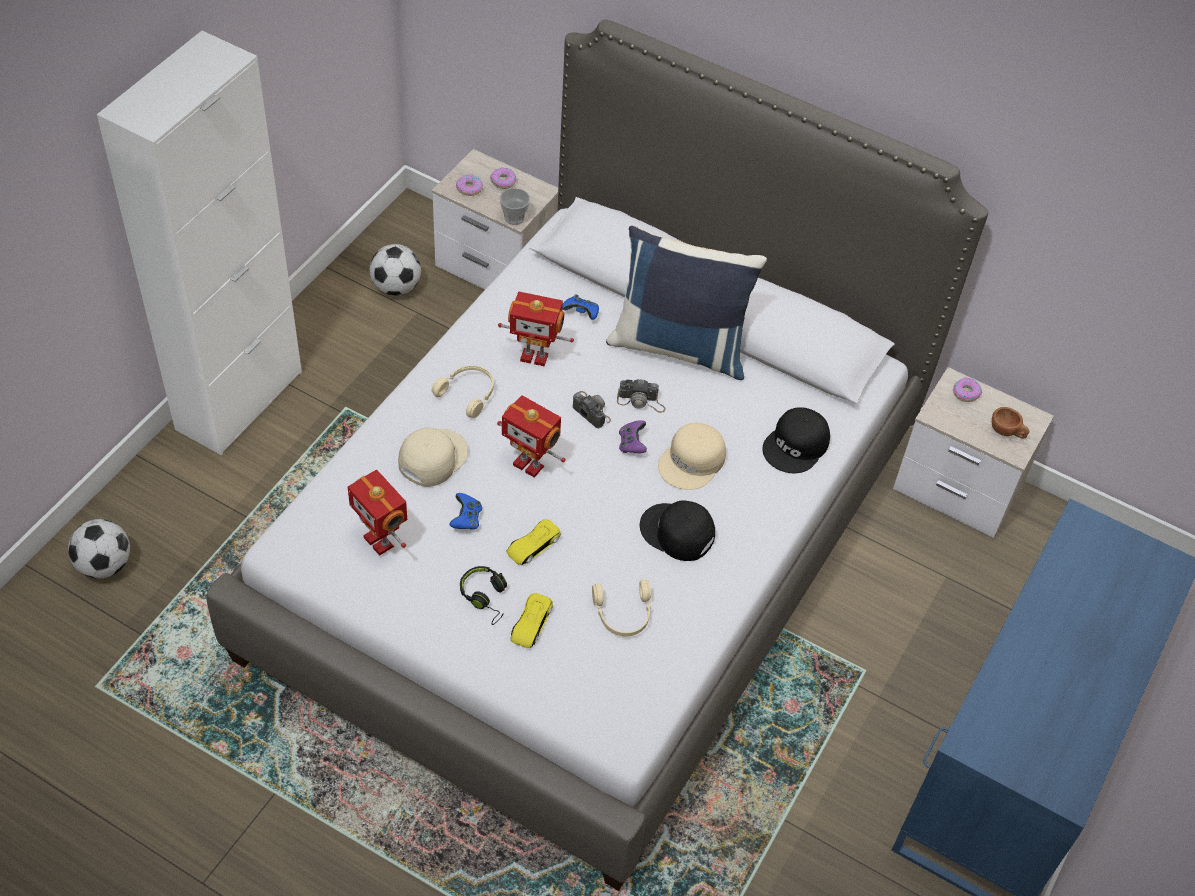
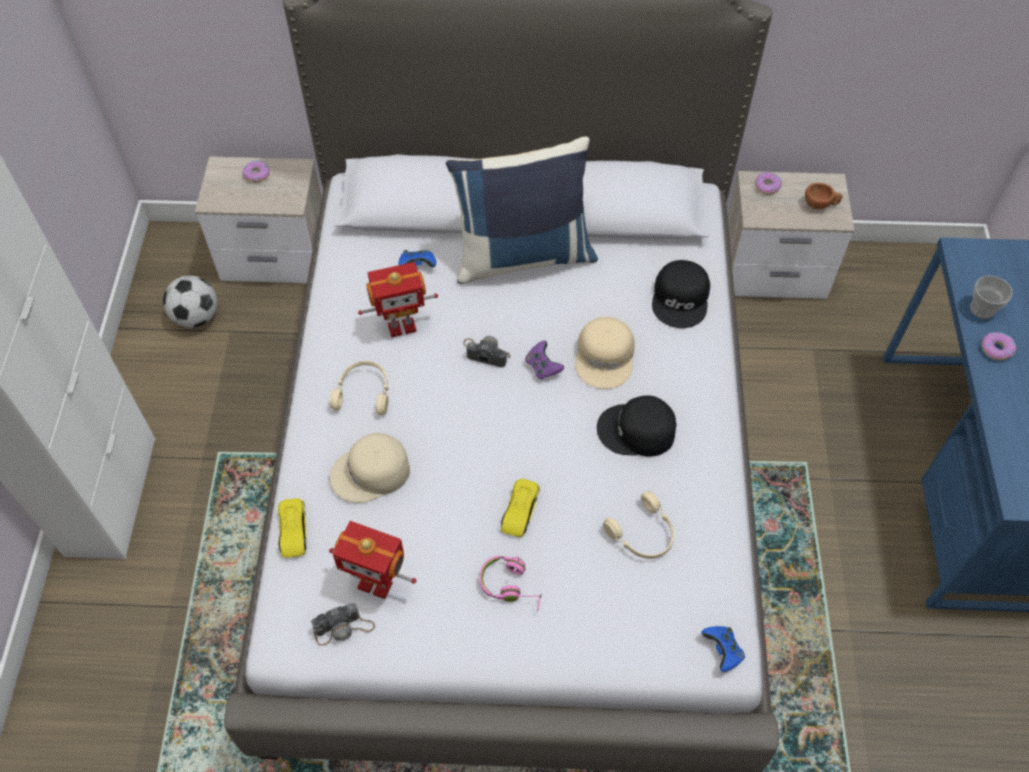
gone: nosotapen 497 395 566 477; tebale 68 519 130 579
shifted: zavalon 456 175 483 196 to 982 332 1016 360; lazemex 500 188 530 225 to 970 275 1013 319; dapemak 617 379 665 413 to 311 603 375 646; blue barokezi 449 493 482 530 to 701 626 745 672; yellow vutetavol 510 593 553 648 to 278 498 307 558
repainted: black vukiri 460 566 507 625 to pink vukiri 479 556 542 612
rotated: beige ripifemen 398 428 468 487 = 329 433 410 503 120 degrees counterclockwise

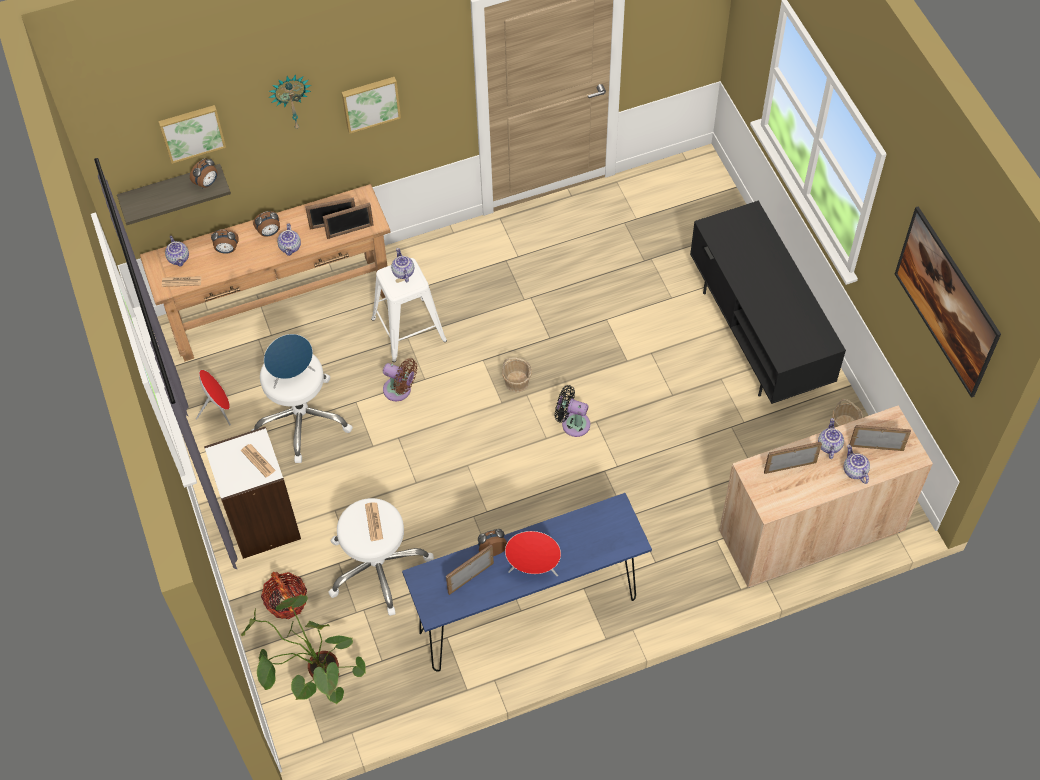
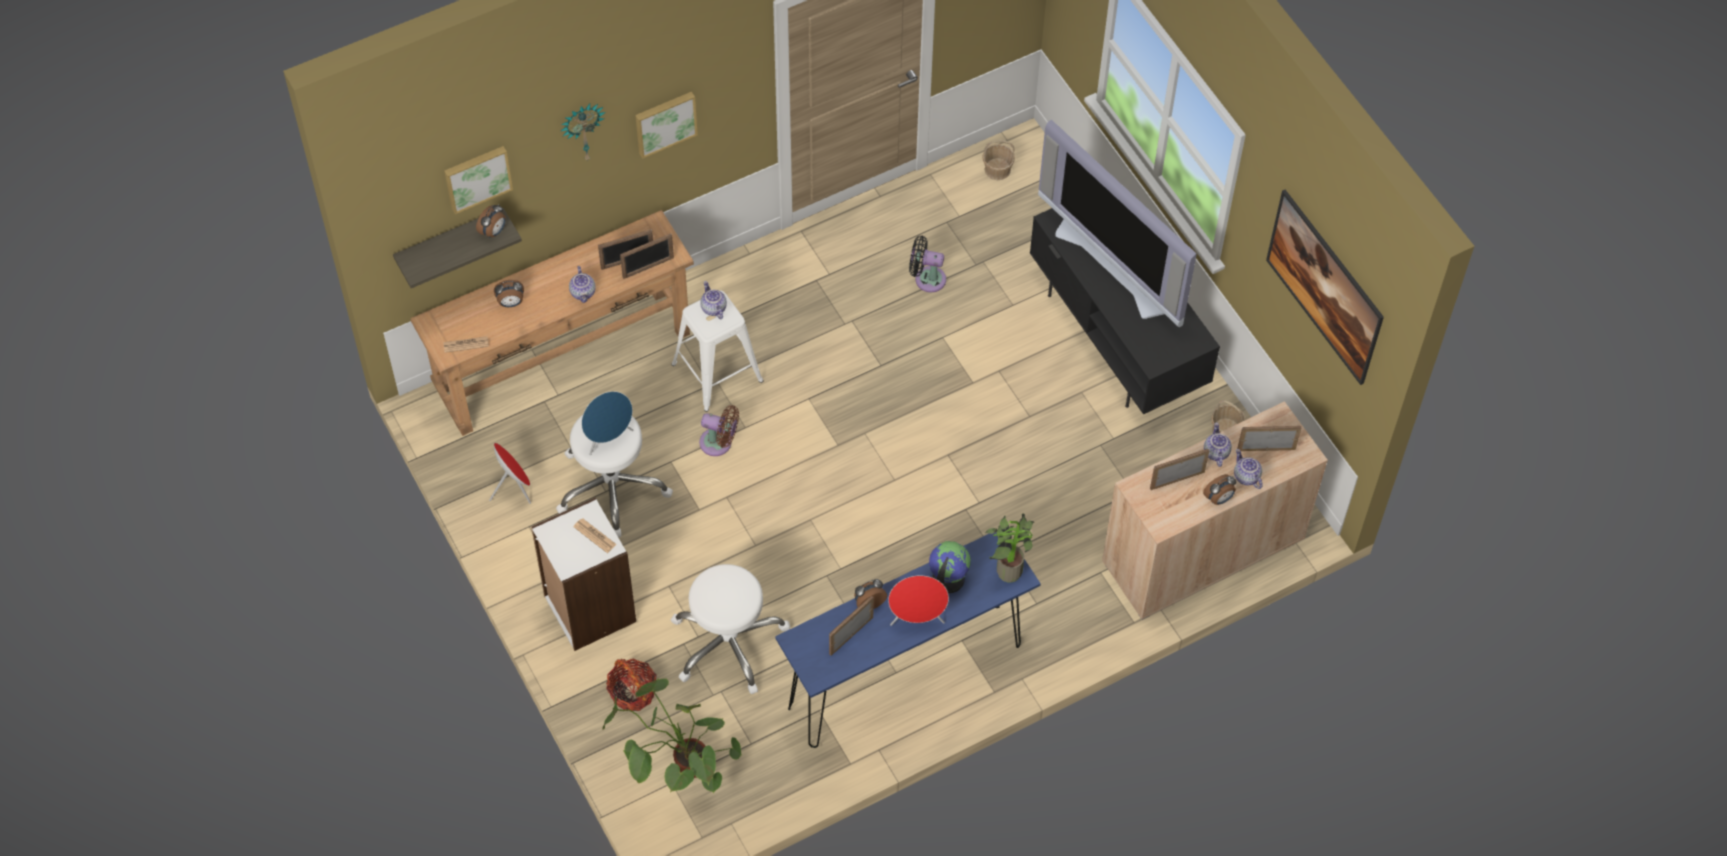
gone: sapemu 165 236 189 266; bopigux 365 502 383 541
new: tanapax 1038 120 1197 327; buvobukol 985 514 1034 582; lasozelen 929 541 971 593
shifted: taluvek 253 211 280 237 to 1203 474 1236 505; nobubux 502 358 532 392 to 982 140 1015 180; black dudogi 554 385 590 437 to 909 236 946 293

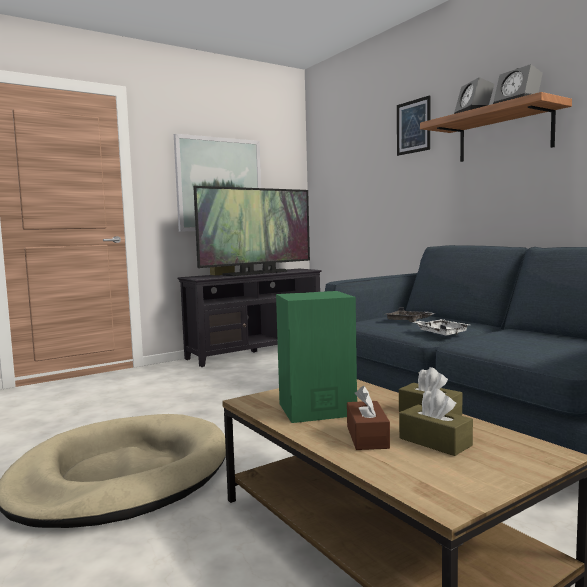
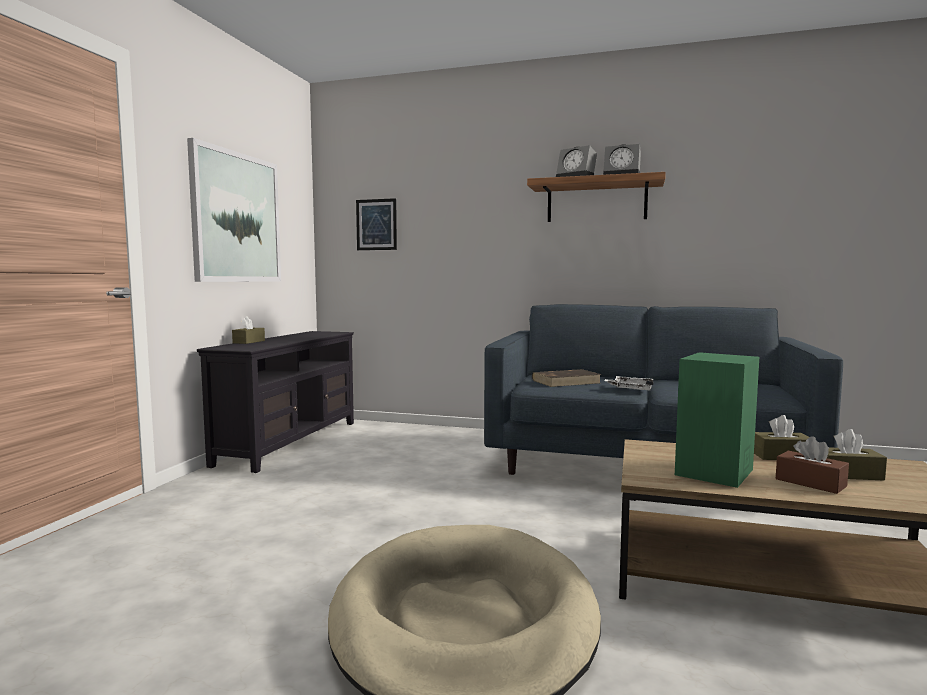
gone: tanapax 193 186 310 276
shifted: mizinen 397 95 430 156 to 356 198 397 250
swapped: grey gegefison 386 307 435 322 to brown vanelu 532 369 601 387

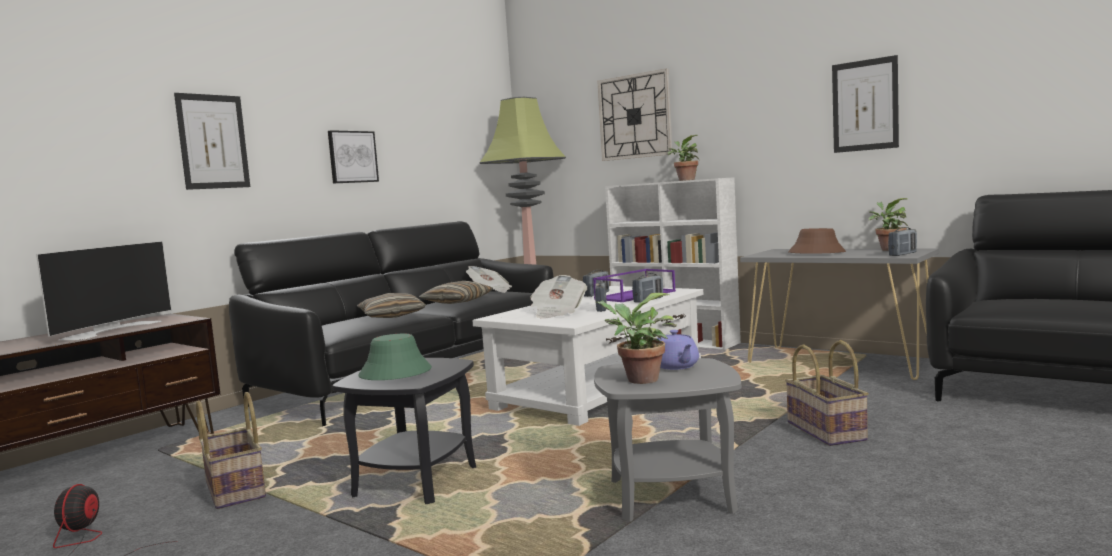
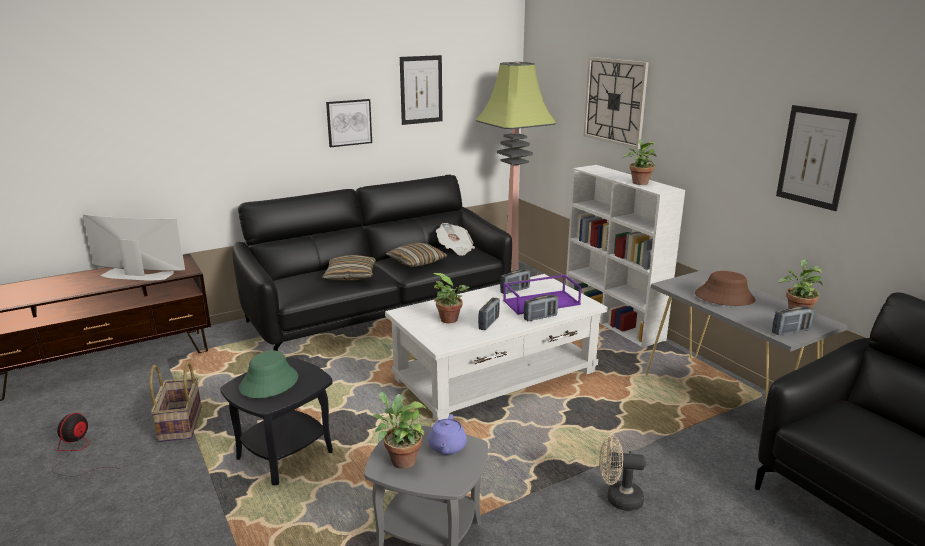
shifted: mizinen 174 93 250 190 to 400 55 442 125
swapped: bopigux 530 275 587 319 to buvobukol 433 273 470 323; nobubux 785 340 869 446 to beige dudogi 599 435 646 511
rotated: tanapax 36 241 171 340 = 82 214 185 281 120 degrees counterclockwise

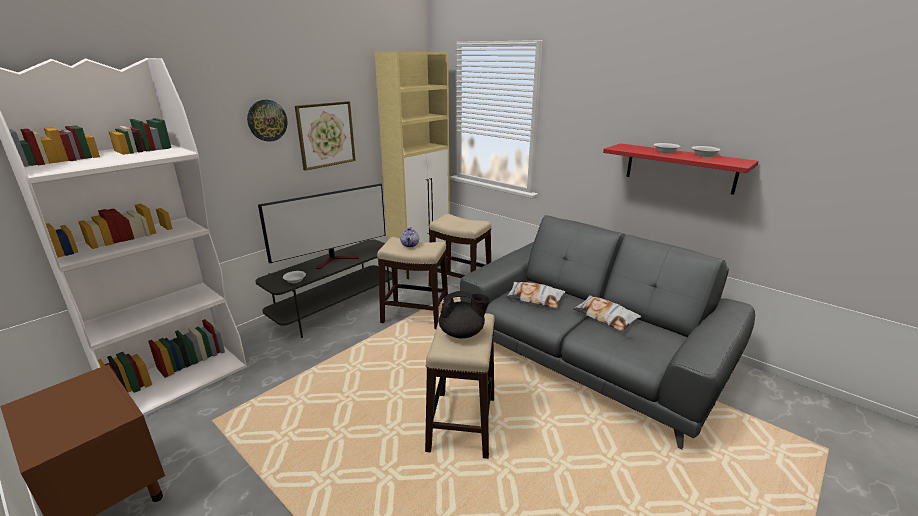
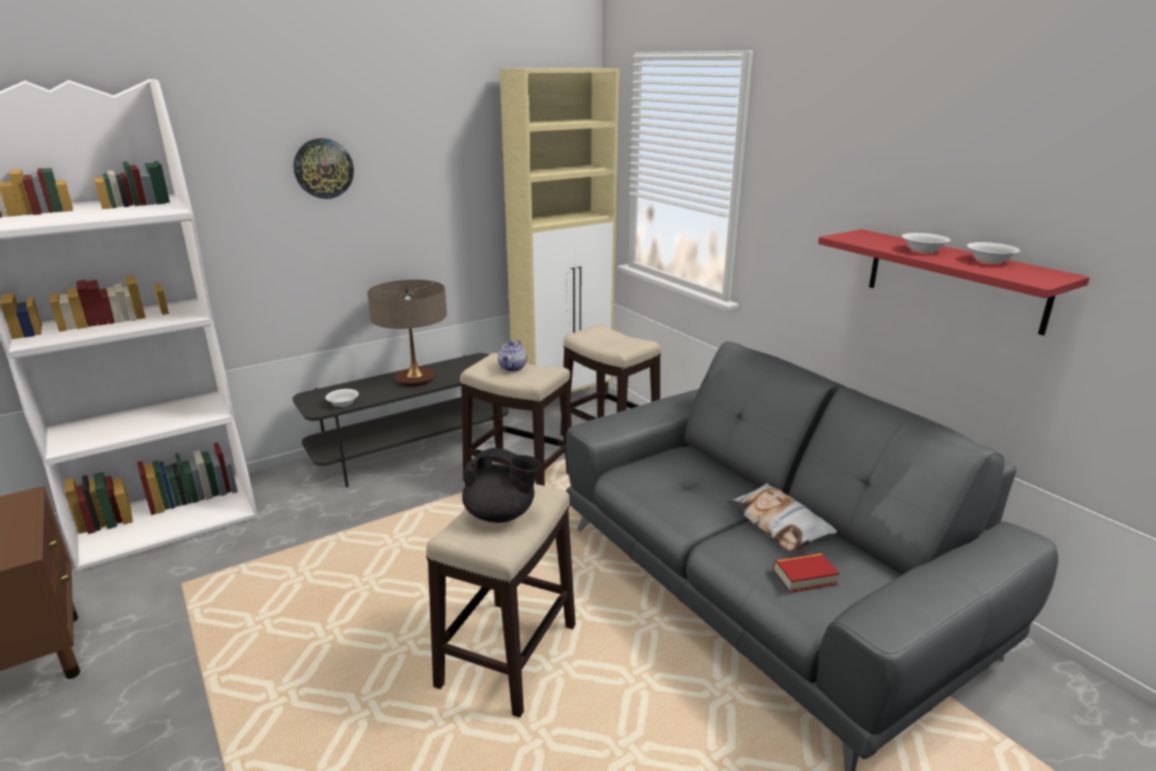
gone: mizinen 295 101 356 171; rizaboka 506 282 565 308
new: vanelu 773 553 839 593
swapped: tanapax 258 183 386 269 to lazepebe 367 280 447 386

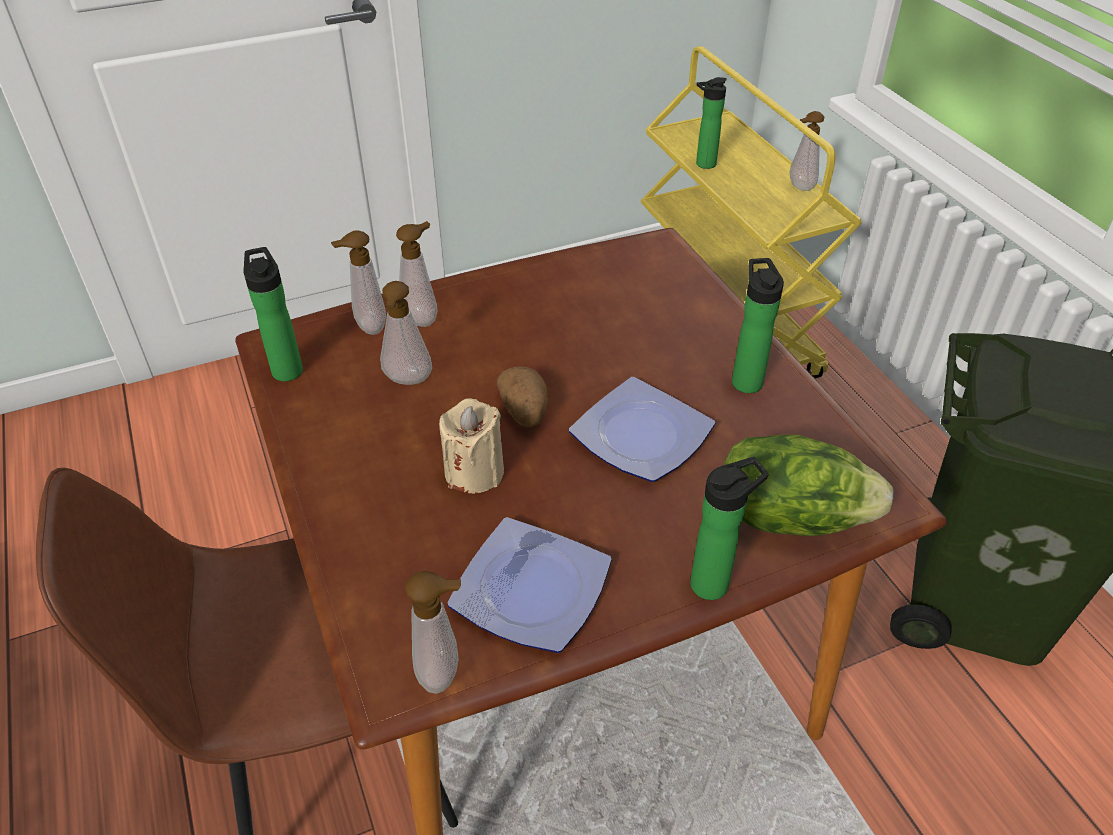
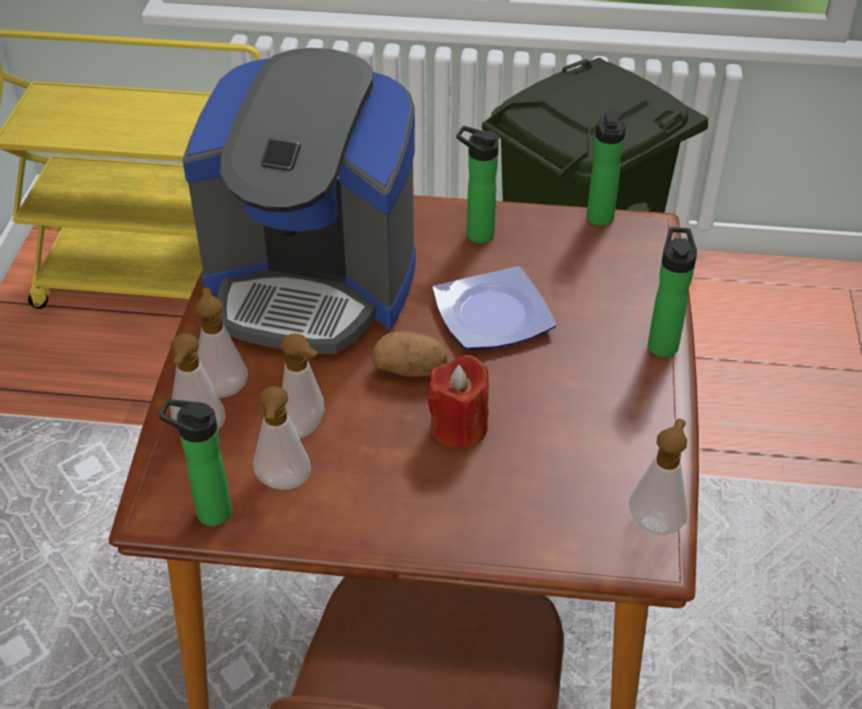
gone: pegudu 724 435 893 536; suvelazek 447 517 612 653
new: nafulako 182 48 416 354
shifted: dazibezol 696 77 727 169 to 587 109 626 226; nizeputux 789 111 824 191 to 253 386 311 490
repainted: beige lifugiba 439 398 504 493 to red lifugiba 427 355 489 449

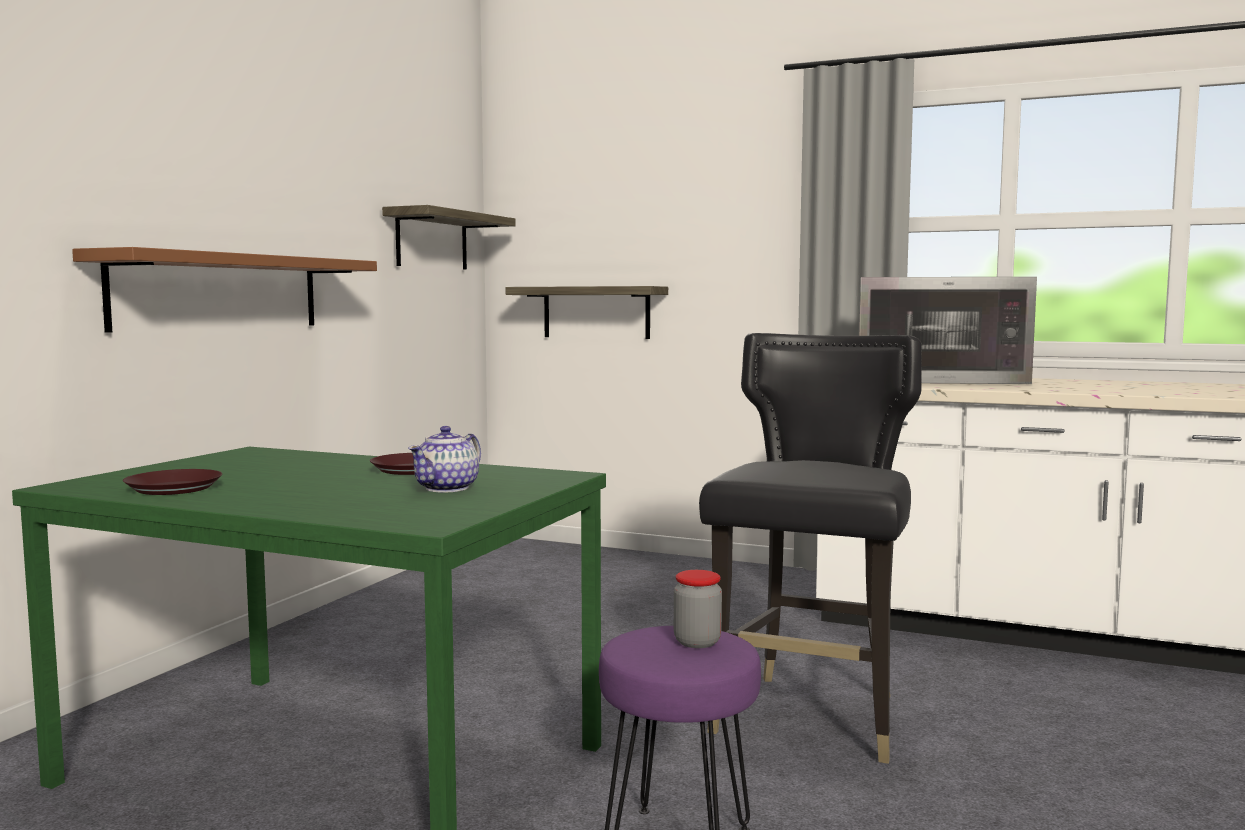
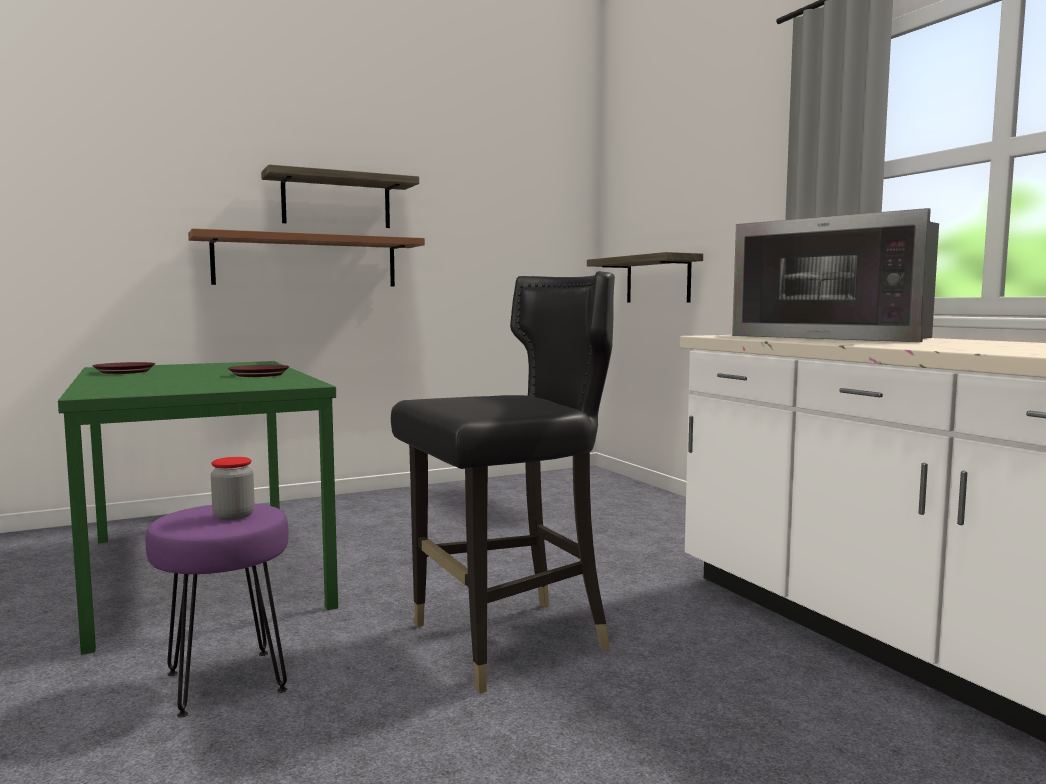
gone: sapemu 408 426 481 492
shifted: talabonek 382 205 516 270 to 261 164 419 228

